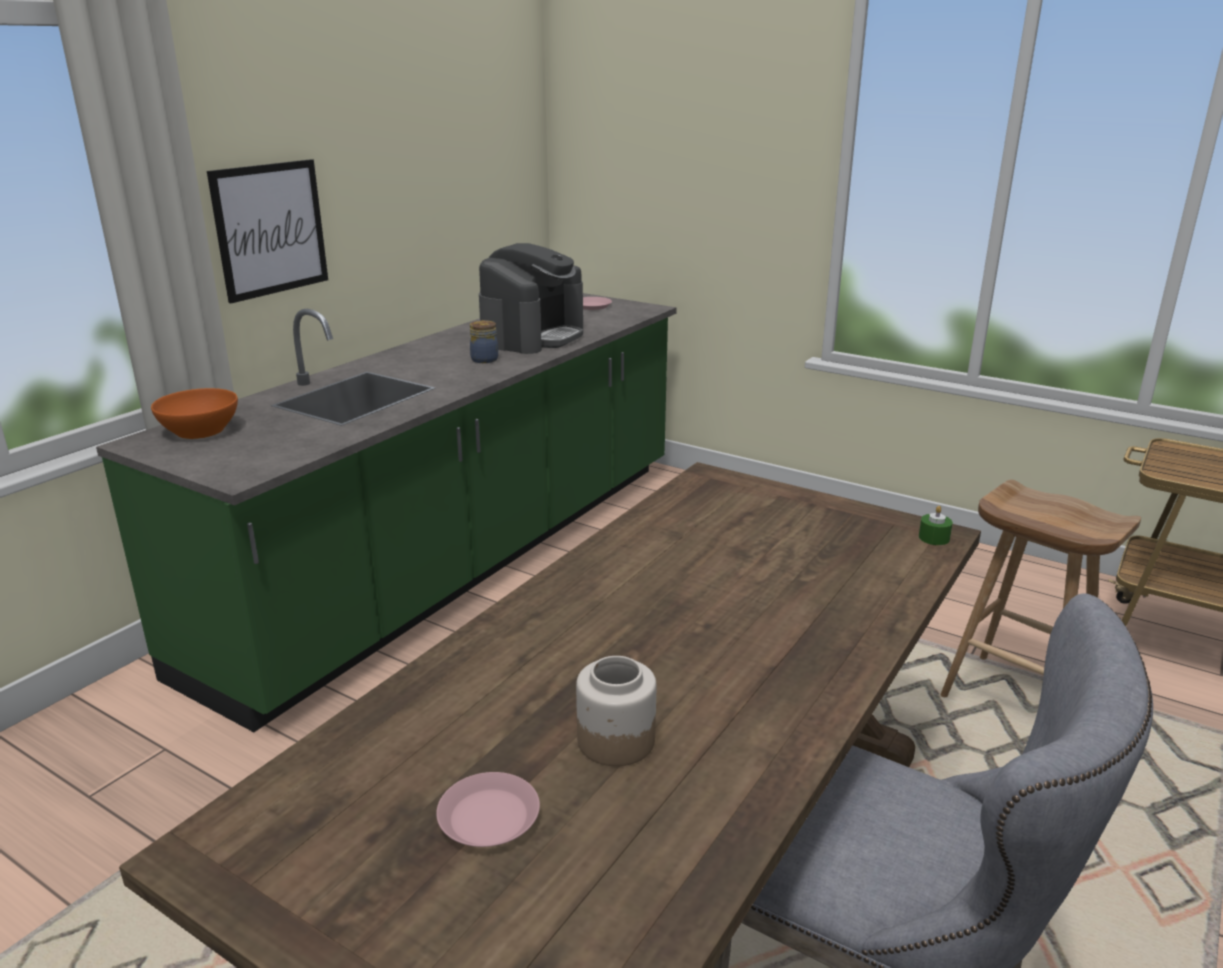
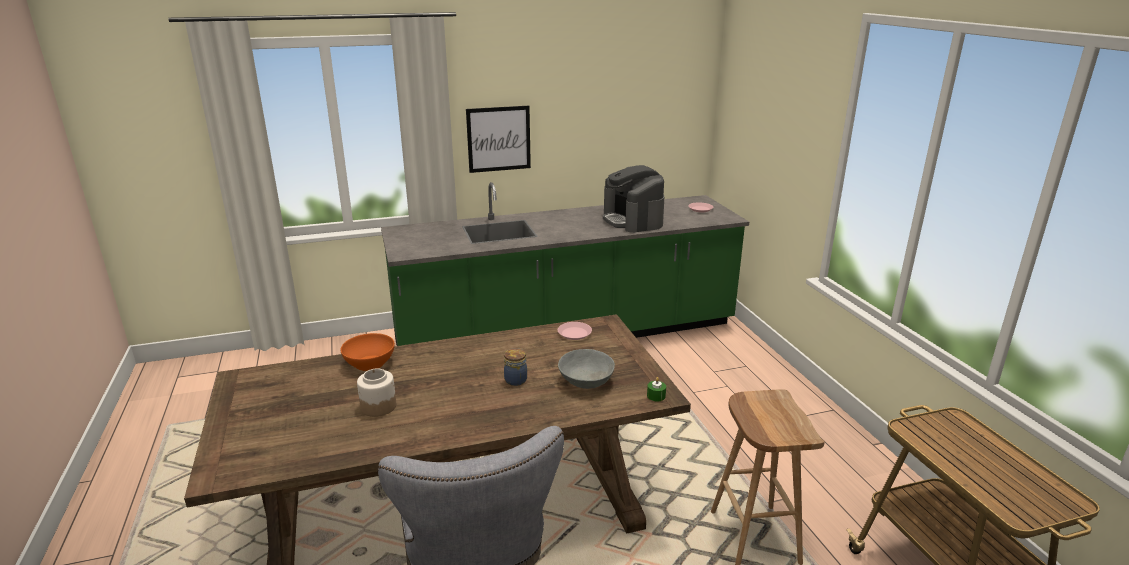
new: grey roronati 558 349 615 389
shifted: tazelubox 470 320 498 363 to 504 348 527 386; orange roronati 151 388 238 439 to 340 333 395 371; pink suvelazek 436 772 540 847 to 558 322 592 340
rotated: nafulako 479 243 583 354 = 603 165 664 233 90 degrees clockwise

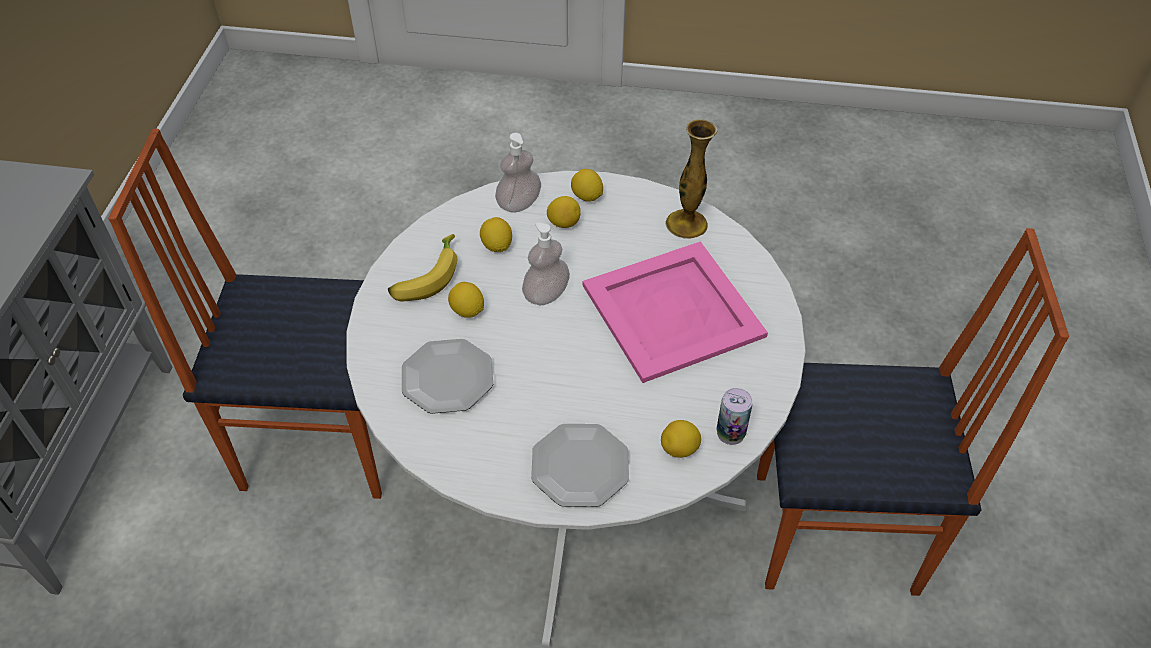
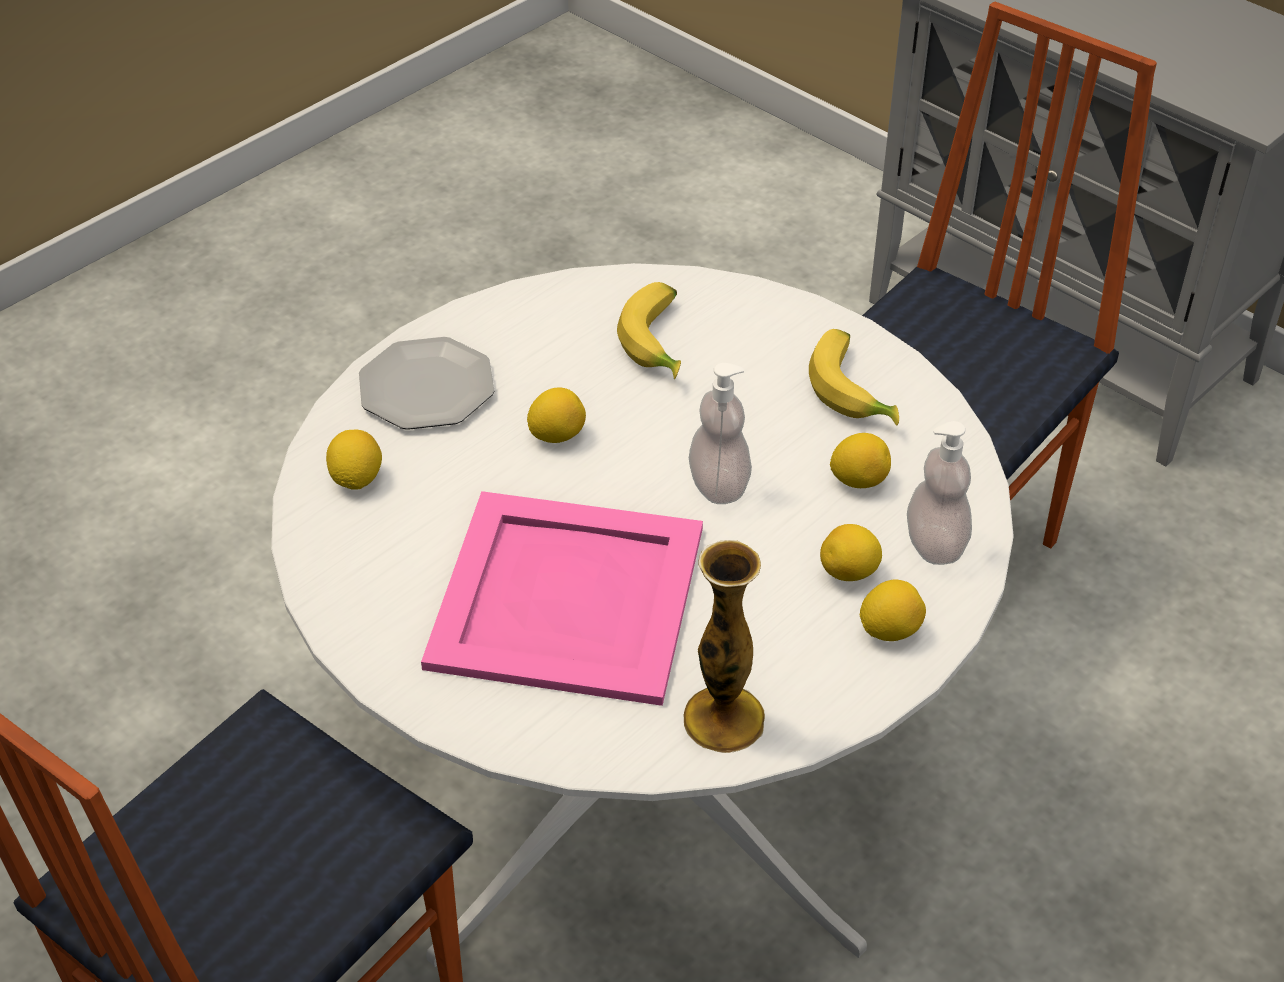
gone: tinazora 717 388 753 445
shifted: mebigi 448 282 484 318 to 527 387 586 443
swapped: suvelazek 402 339 493 414 to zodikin 617 282 681 379

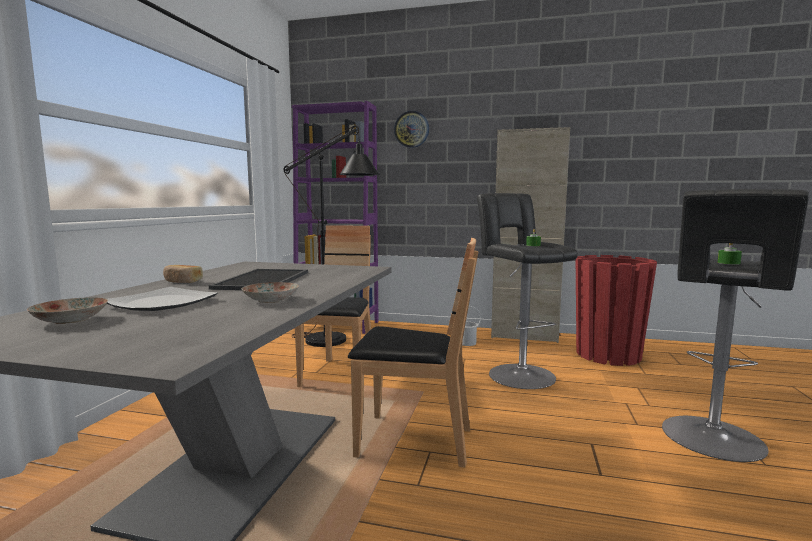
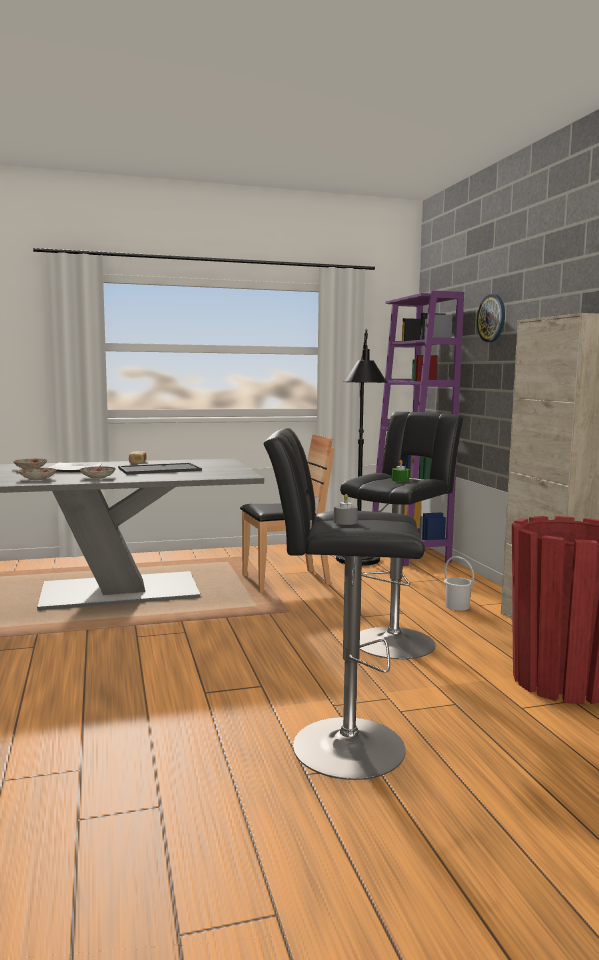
gone: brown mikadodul 348 238 478 467
new: suvelazek 18 468 57 480
repainted: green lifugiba 717 243 742 265 to grey lifugiba 334 494 358 525

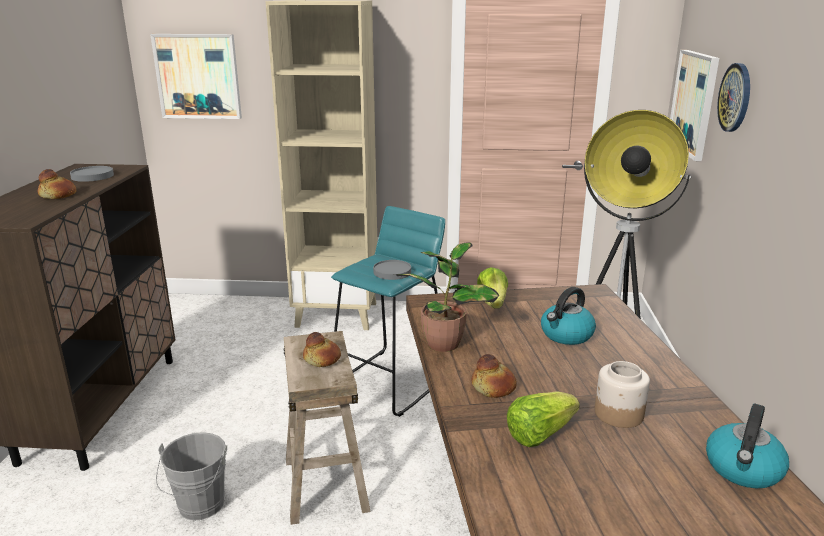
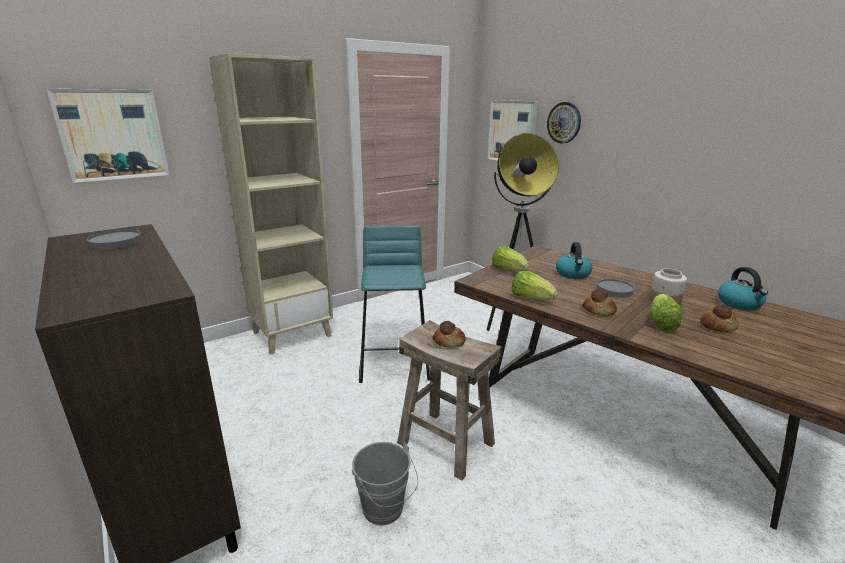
shifted: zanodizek 38 169 76 199 to 700 304 739 332; grey suvelazek 373 260 411 280 to 597 279 634 298
swapped: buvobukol 395 242 499 352 to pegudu 512 270 558 300

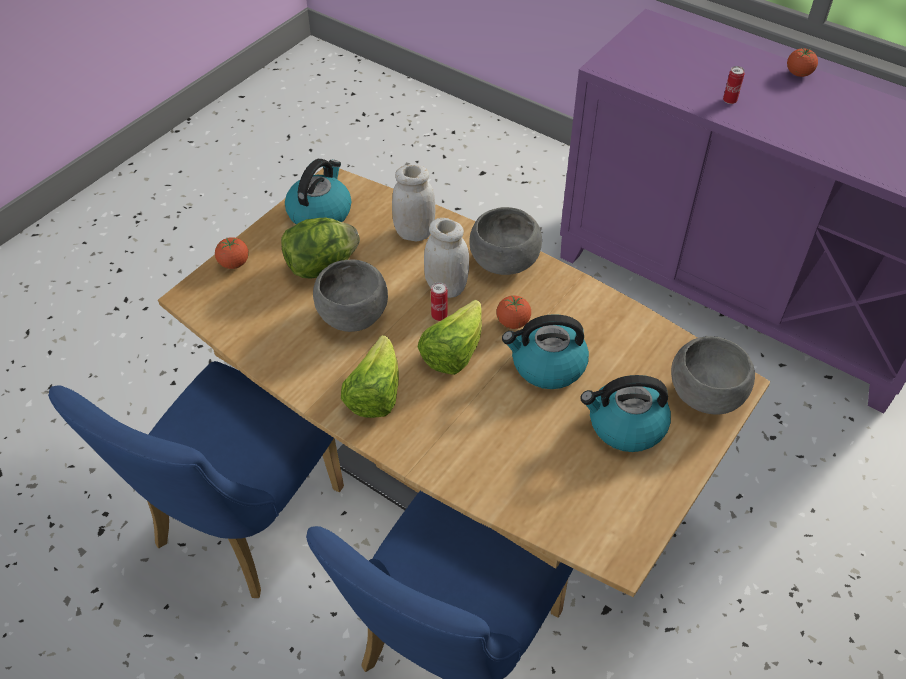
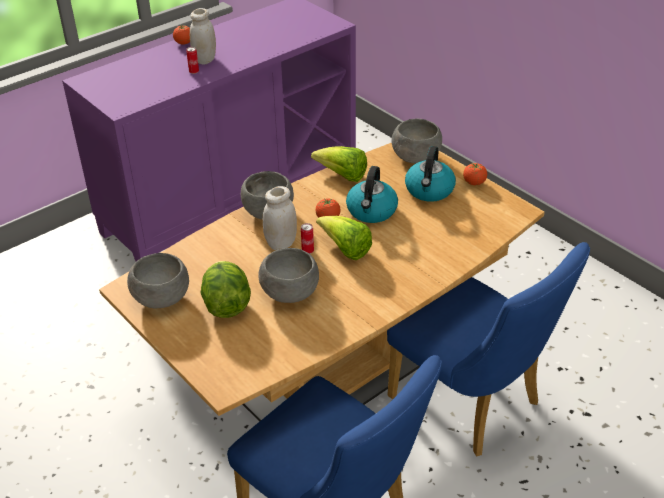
shifted: white tazelubox 392 165 435 241 to 190 8 216 65; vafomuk 215 237 249 269 to 463 163 487 185; pegudu 341 335 399 418 to 311 146 367 182
swapped: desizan 285 159 351 224 to grey roronati 127 253 189 309

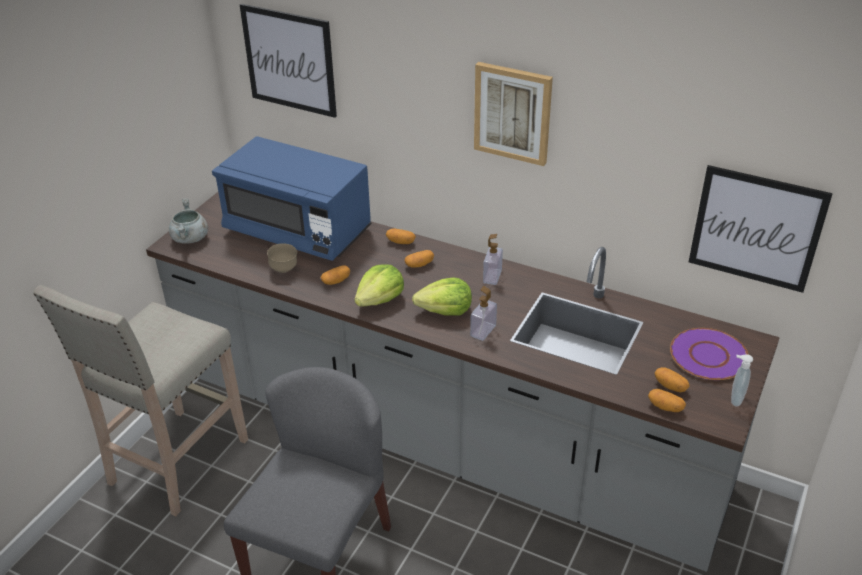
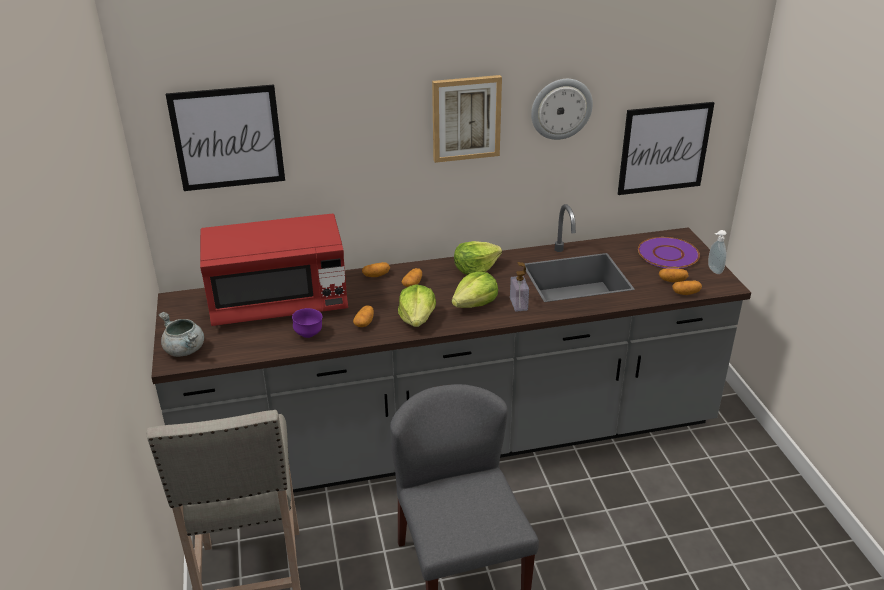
new: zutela 531 79 593 140
swapped: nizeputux 483 234 503 285 to pegudu 454 241 502 275
repainted: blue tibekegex 212 136 372 261 to red tibekegex 200 214 348 326; brown roronati 267 243 297 273 to purple roronati 292 308 323 338

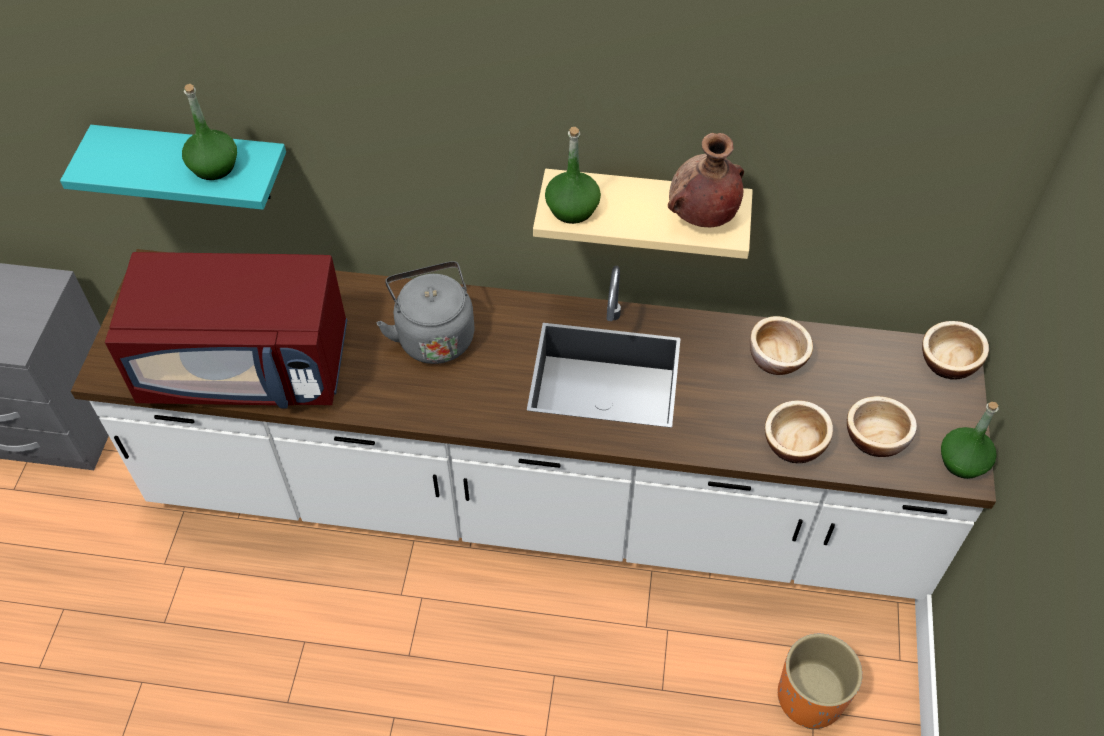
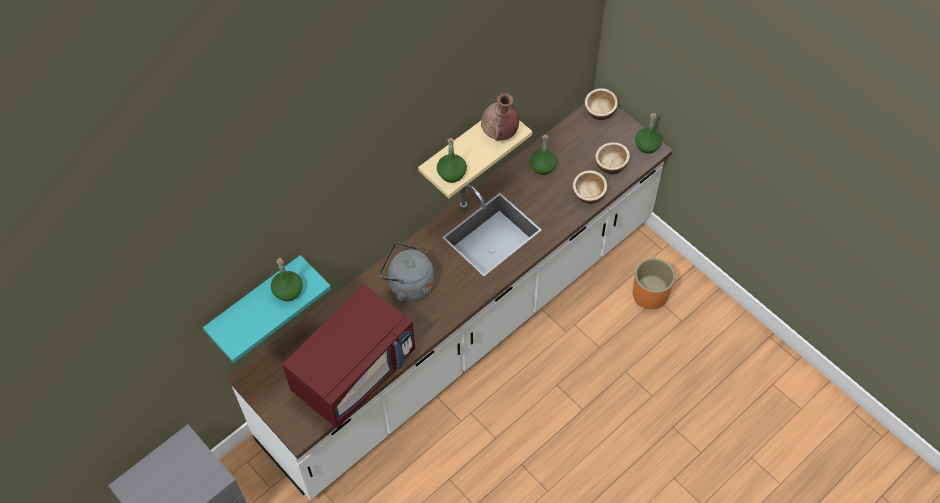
swapped: roronati 750 316 813 375 to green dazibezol 530 134 557 175

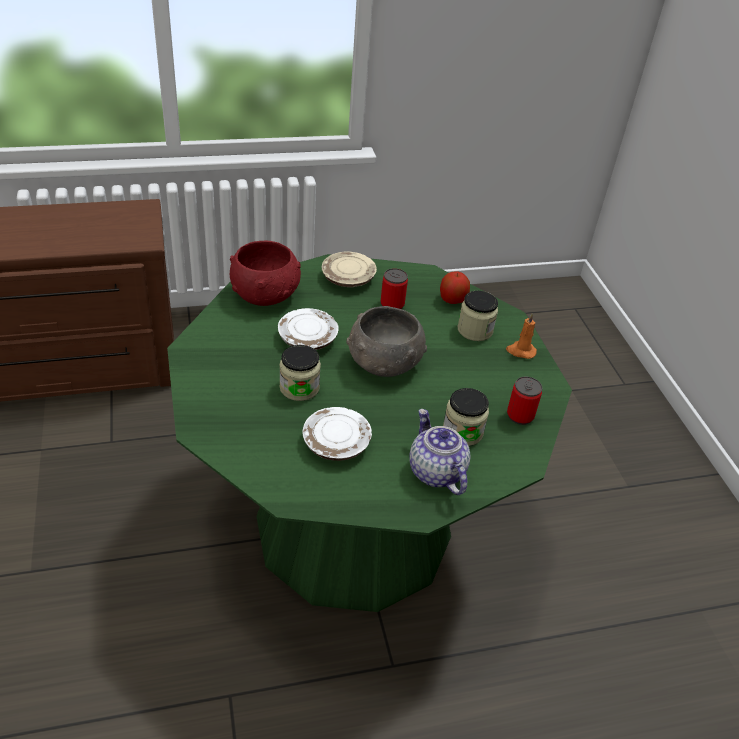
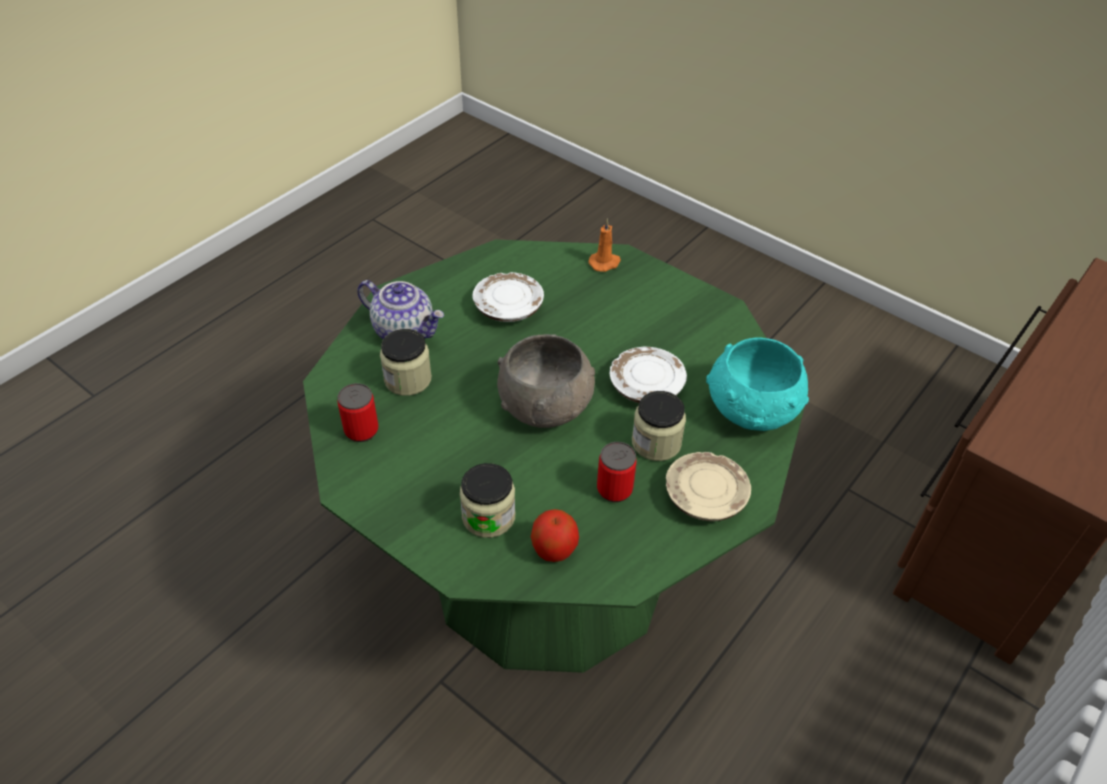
shifted: orange lifugiba 506 313 537 359 to 588 218 621 272; tazelubox 280 345 321 401 to 632 391 686 461
repainted: red roronati 230 240 301 306 to turquoise roronati 706 338 809 431

